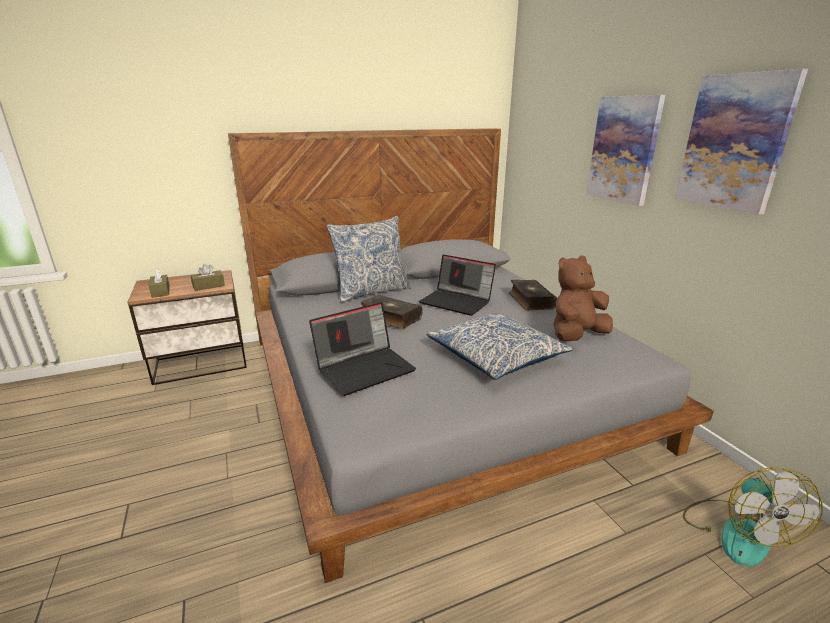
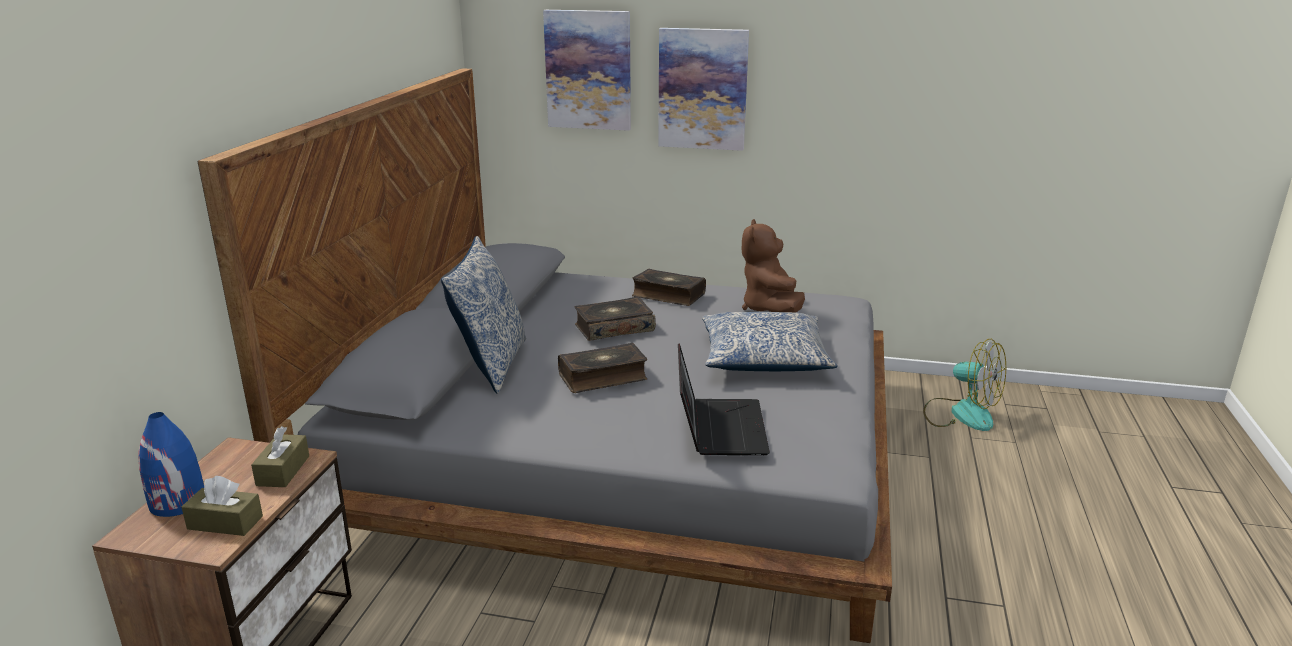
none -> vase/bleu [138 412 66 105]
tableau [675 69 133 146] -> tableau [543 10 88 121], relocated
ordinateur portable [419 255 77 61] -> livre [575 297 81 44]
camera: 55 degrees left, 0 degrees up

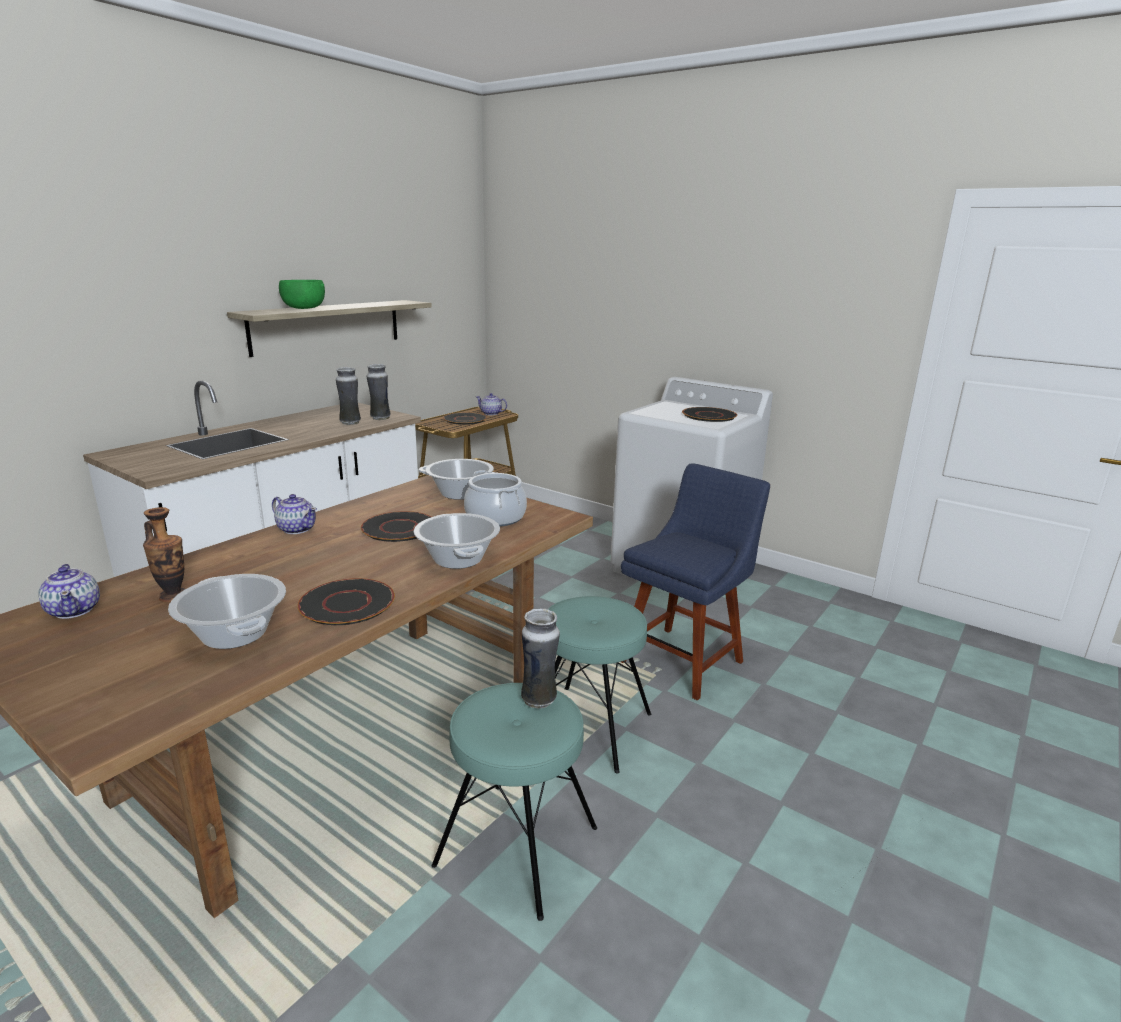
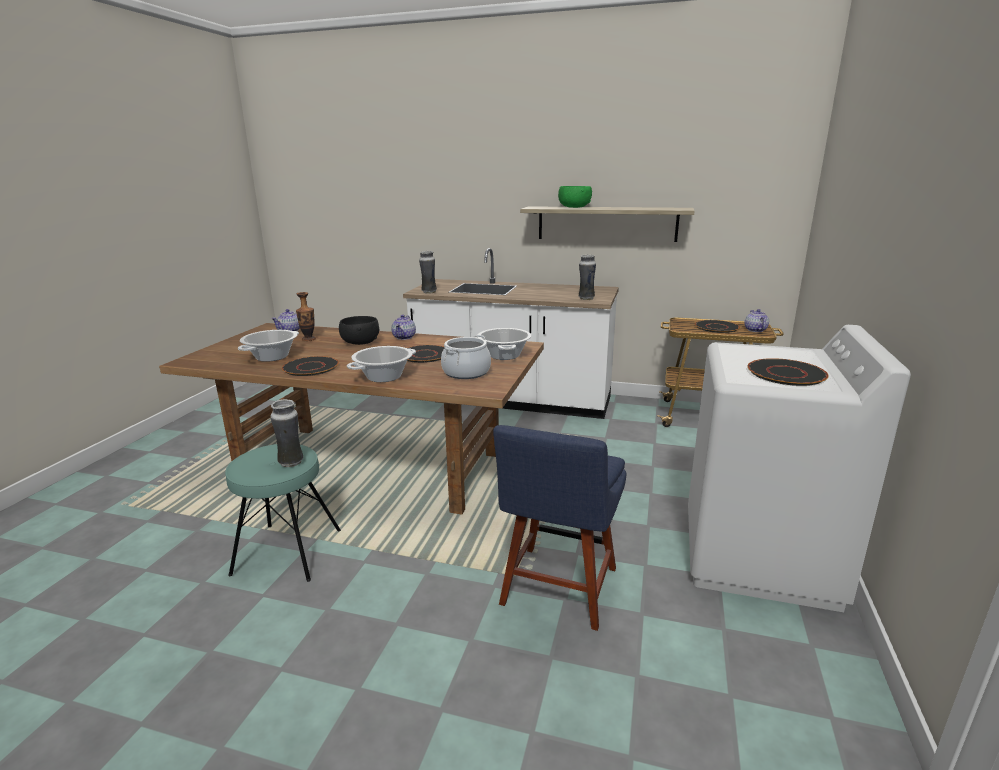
none -> bol/noir [339 316 40 29]
vase [336 367 25 58] -> vase [419 251 18 43], relocated
chaise/bleu [621 463 149 238] -> chaise/bleu [493 425 133 206], 90 degrees clockwise
tabouret/turquoise [548 596 103 178] -> none
camera: 70 degrees right, 0 degrees up

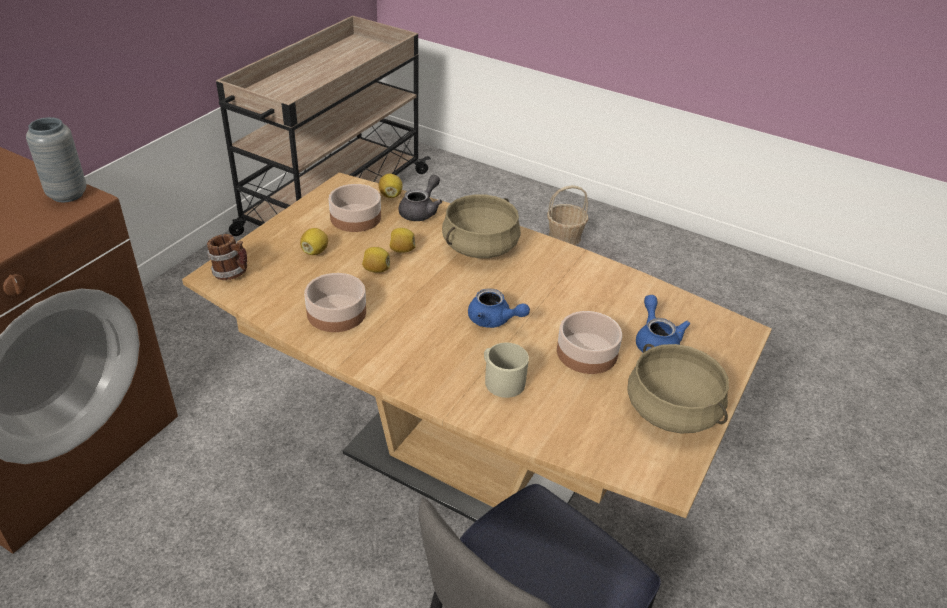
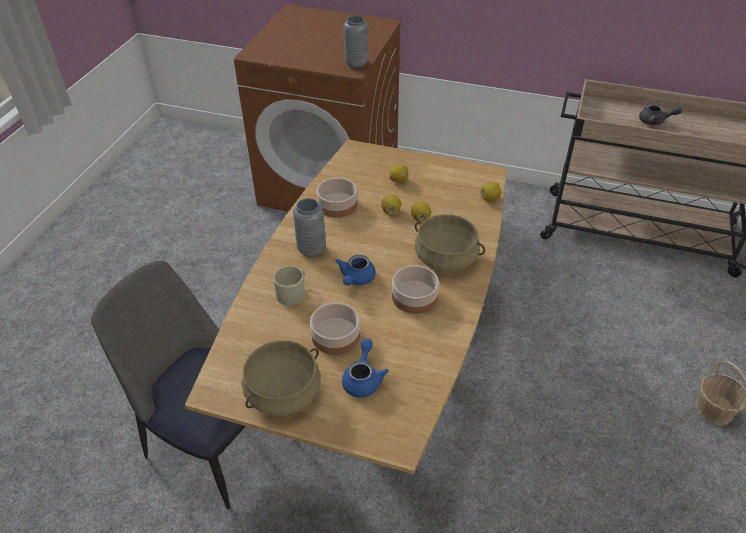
none -> vase/gris [293 198 33 59]
théière/bleu [636 295 54 57] -> théière/bleu [342 338 47 60], 60 degrees counterclockwise
bol [329 184 52 48] -> bol [392 265 47 49], relocated
théière/gris [398 175 44 46] -> théière/gris [639 103 43 22], relocated
mug [207 234 40 46] -> none
camera: 80 degrees right, 5 degrees up

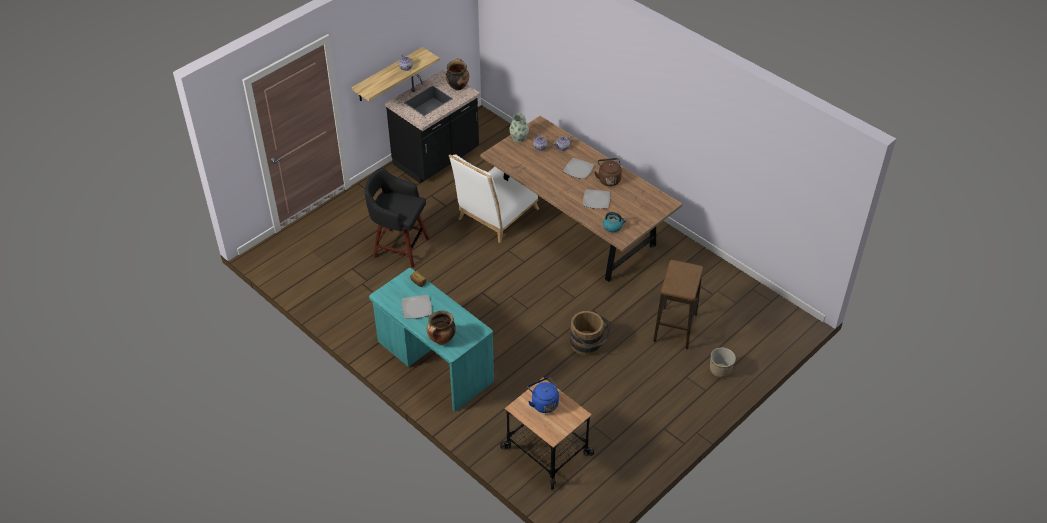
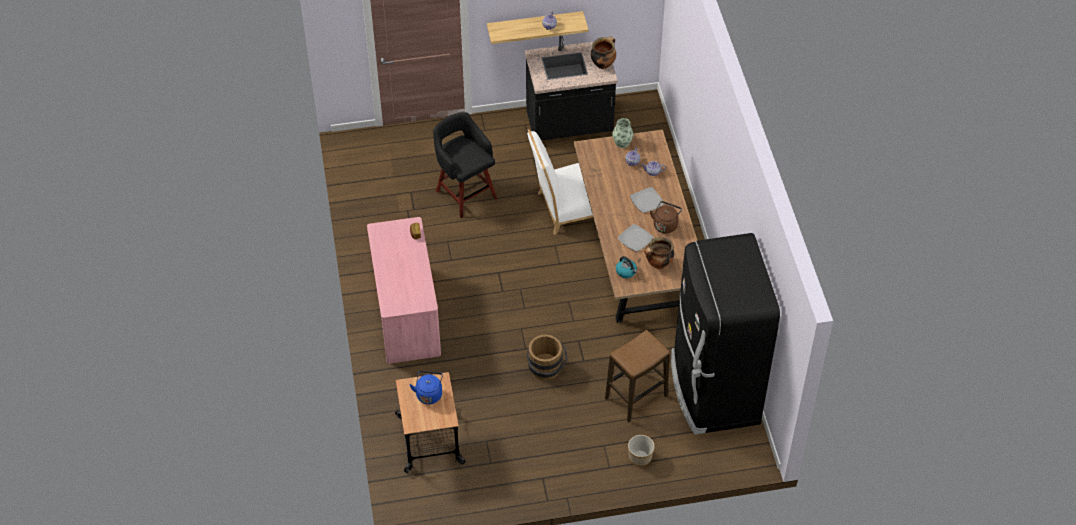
bureau/turquoise [369 268 125 143] -> bureau/rose [367 217 74 147]
marmite [427 310 29 35] -> marmite [644 237 30 32], relocated
none -> réfrigérateur/noir [671 233 109 202]
assiette [402 295 30 24] -> none
camera: 35 degrees right, 5 degrees up

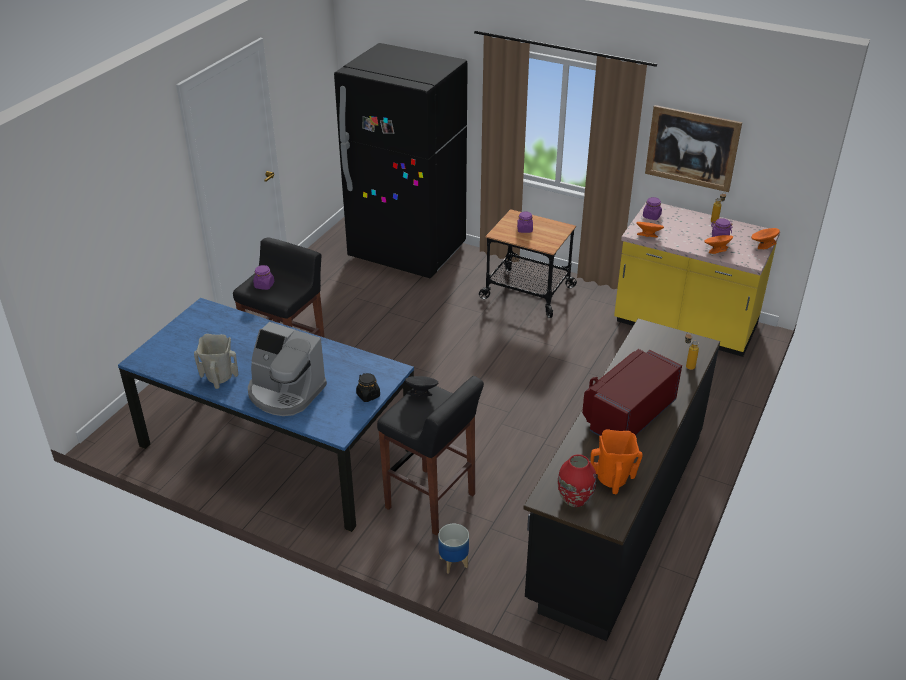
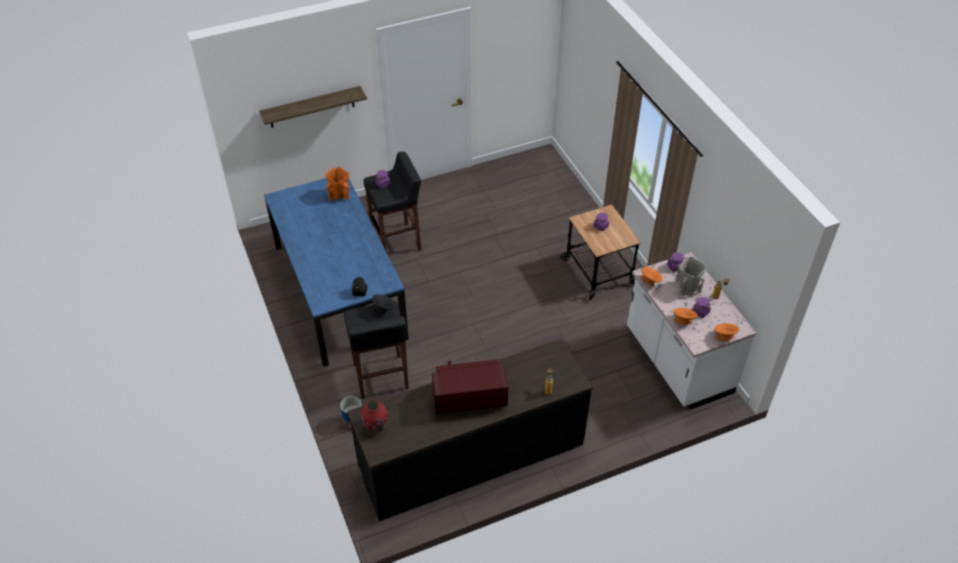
none -> étagère [259 86 108 42]
vase/orange [590 429 53 65] -> vase/orange [325 166 24 35], relocated
comptoir de cuisine/jaune [614 201 166 156] -> comptoir de cuisine/blanc [627 252 129 158]
vase/beige [194 334 44 55] -> vase/beige [676 256 31 39], relocated
machine à café [248 322 79 94] -> none
réfrigérateur/noir [334 43 134 236] -> none
tableau [645 105 97 87] -> none
camera: 40 degrees right, 10 degrees up

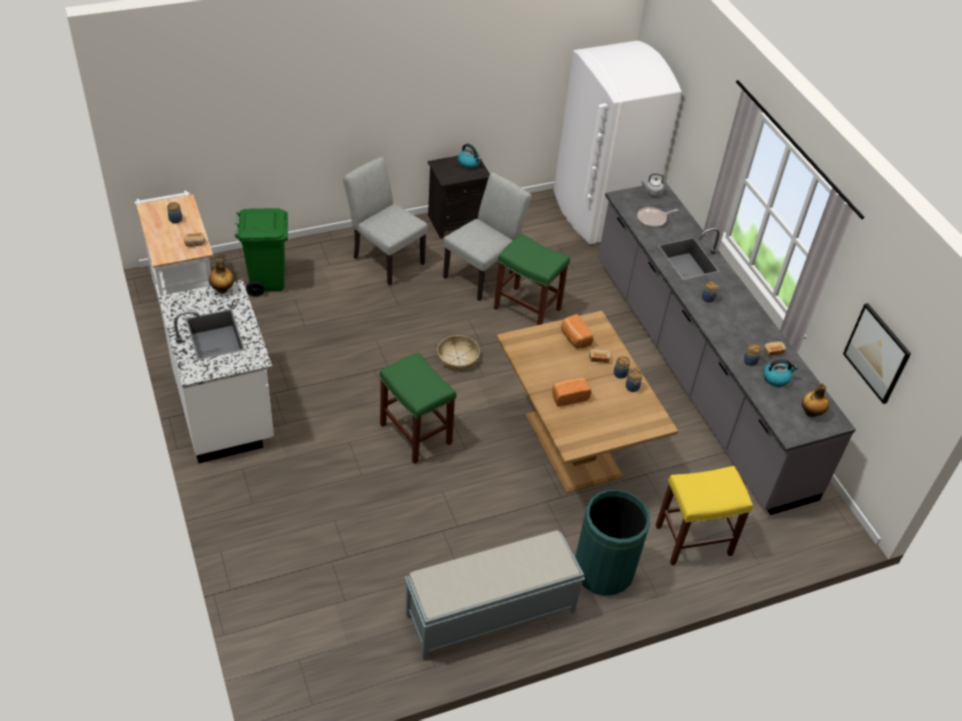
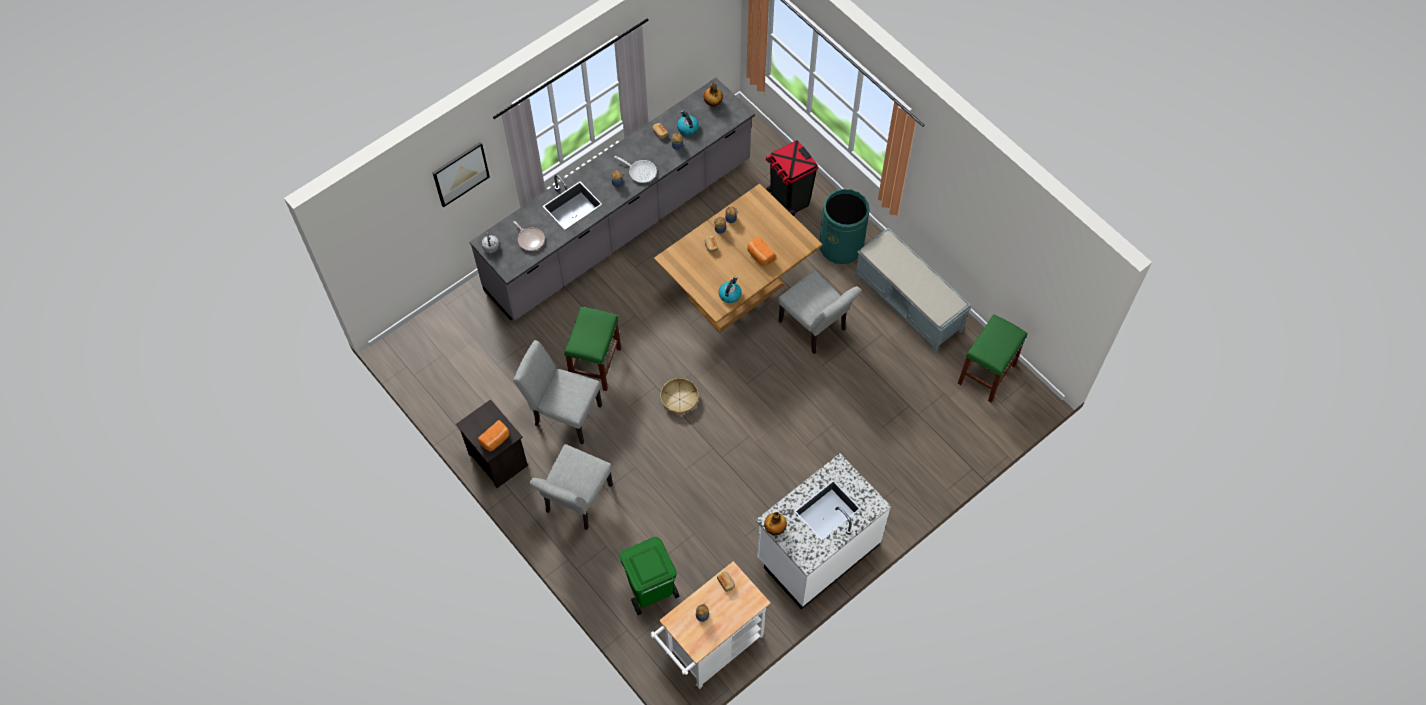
tableau [843 303 68 101] -> tableau [432 142 58 65], relocated
pain [561 314 32 35] -> pain [478 420 31 32], relocated
none -> poêle [615 156 42 27]
bouilloire [458 144 23 25] -> bouilloire [719 277 23 26], relocated
tabouret/jaune [656 466 97 100] -> poubelle/noir [765 140 53 76]
none -> chaise/gris [778 270 84 84]
tabouret/vert [379 352 77 112] -> tabouret/vert [958 314 70 89], relocated
réfrigérateur/blanc [554 41 127 203] -> none
camera: 105 degrees left, 15 degrees up

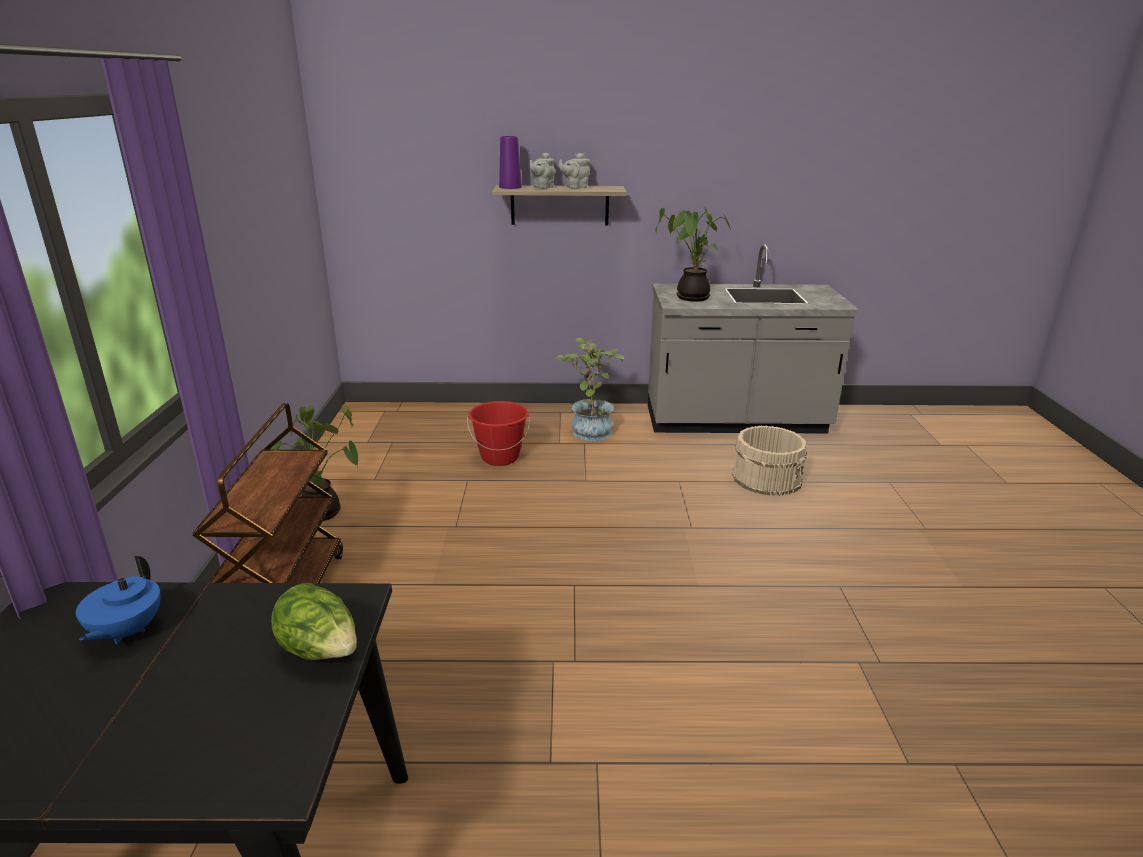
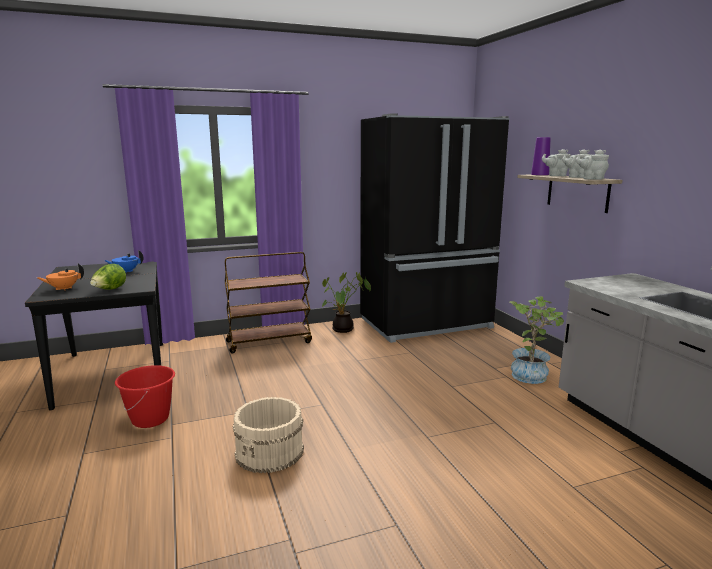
none -> théière/orange [38 263 46 27]
seau/rouge [467 401 63 65] -> seau/rouge [115 365 60 63], relocated
seau/beige [732 426 75 70] -> seau/beige [233 397 71 76], relocated
none -> réfrigérateur/noir [360 113 150 230]
none -> théière/gris [576 150 33 30]
plante en pot [655 206 76 96] -> none
camera: 70 degrees right, 10 degrees down

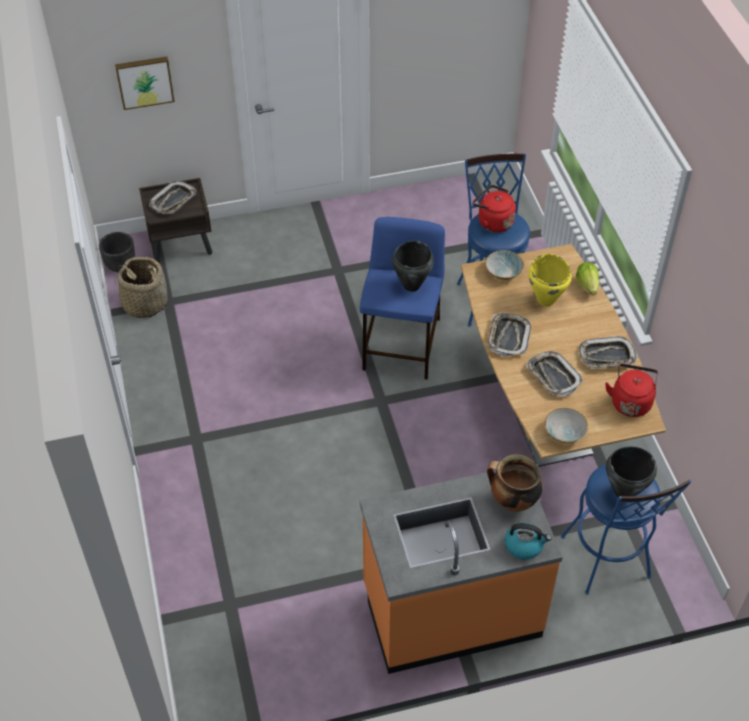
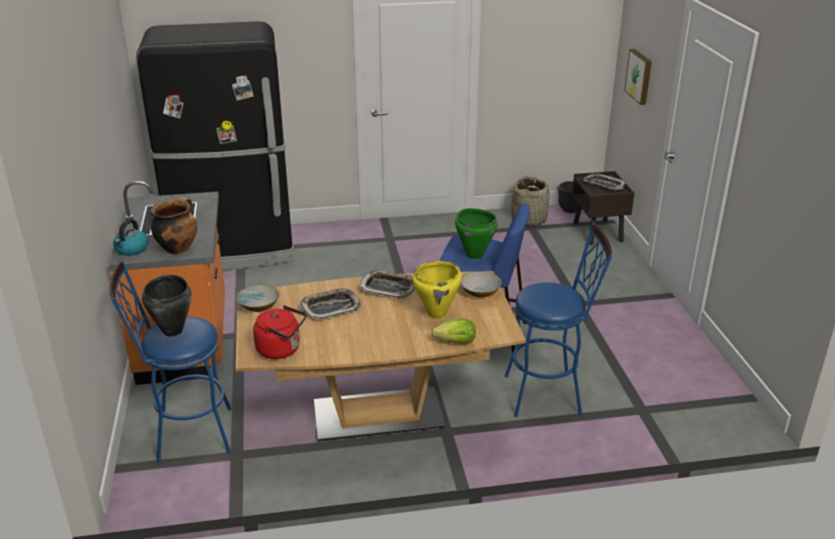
none -> réfrigérateur/noir [136 21 158 249]
marmite/noir [392 241 42 51] -> marmite/vert [455 208 43 51]
bouilloire/rouge [473 185 43 48] -> none
plateau [579 336 59 33] -> none
camera: 95 degrees right, 20 degrees down

